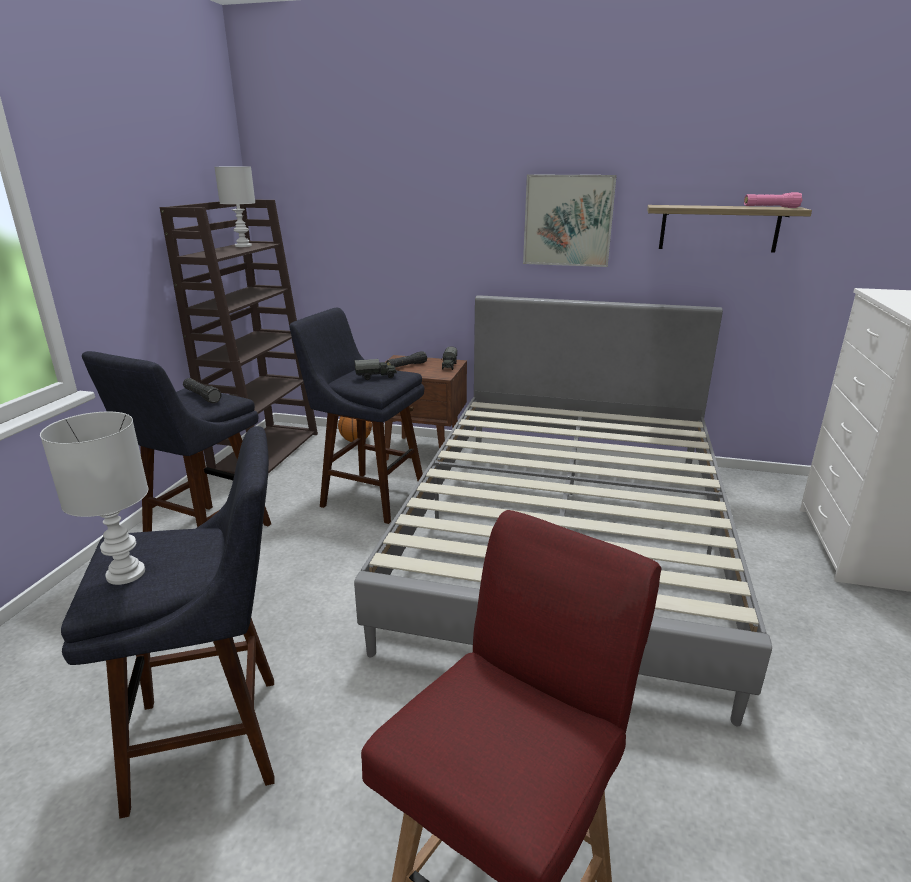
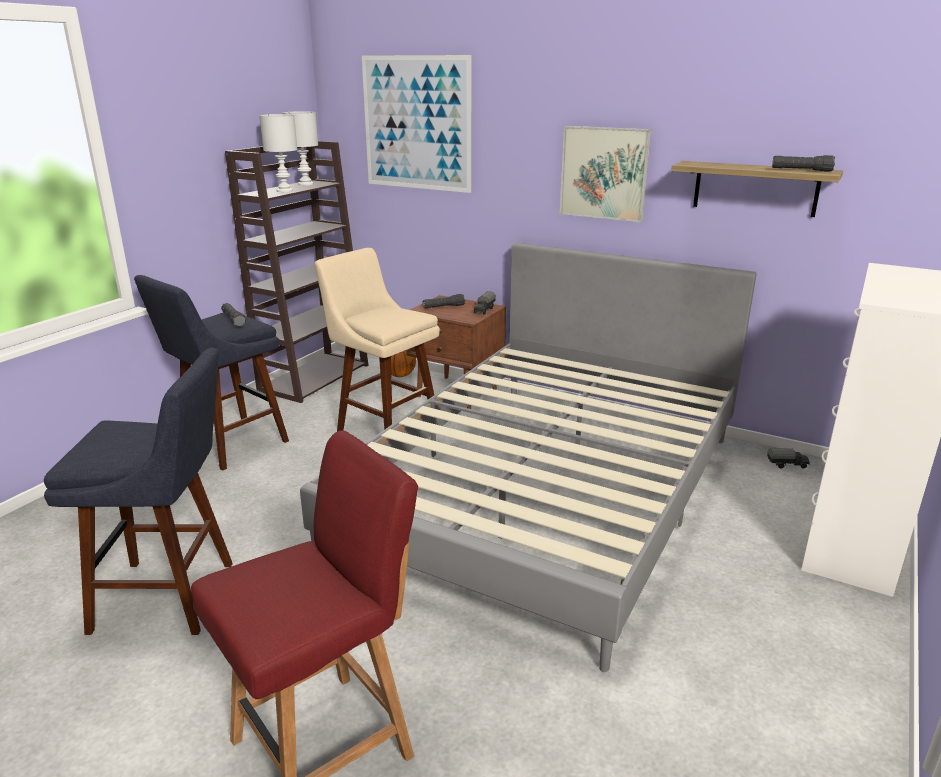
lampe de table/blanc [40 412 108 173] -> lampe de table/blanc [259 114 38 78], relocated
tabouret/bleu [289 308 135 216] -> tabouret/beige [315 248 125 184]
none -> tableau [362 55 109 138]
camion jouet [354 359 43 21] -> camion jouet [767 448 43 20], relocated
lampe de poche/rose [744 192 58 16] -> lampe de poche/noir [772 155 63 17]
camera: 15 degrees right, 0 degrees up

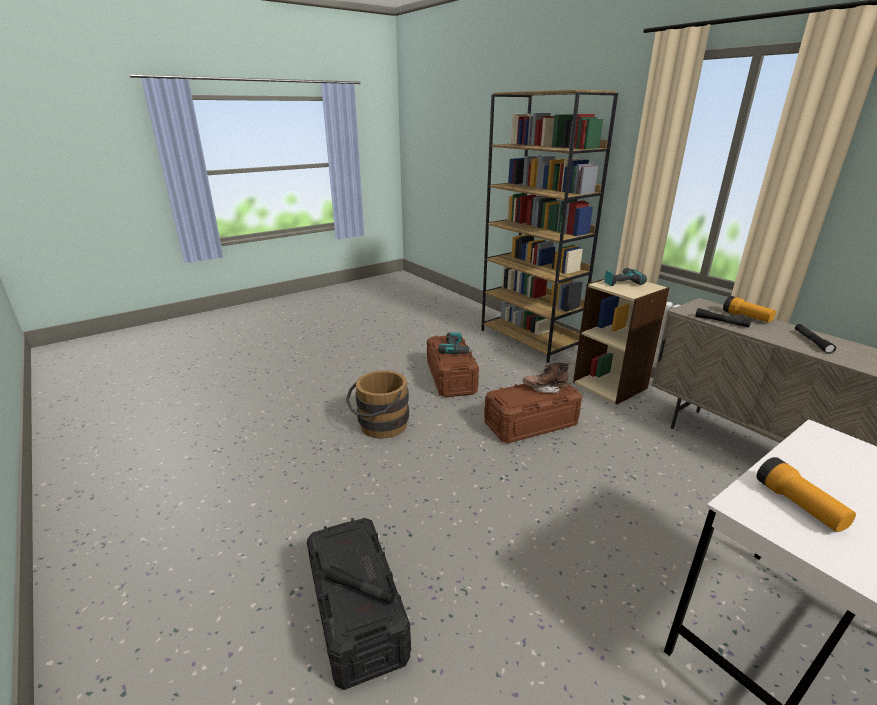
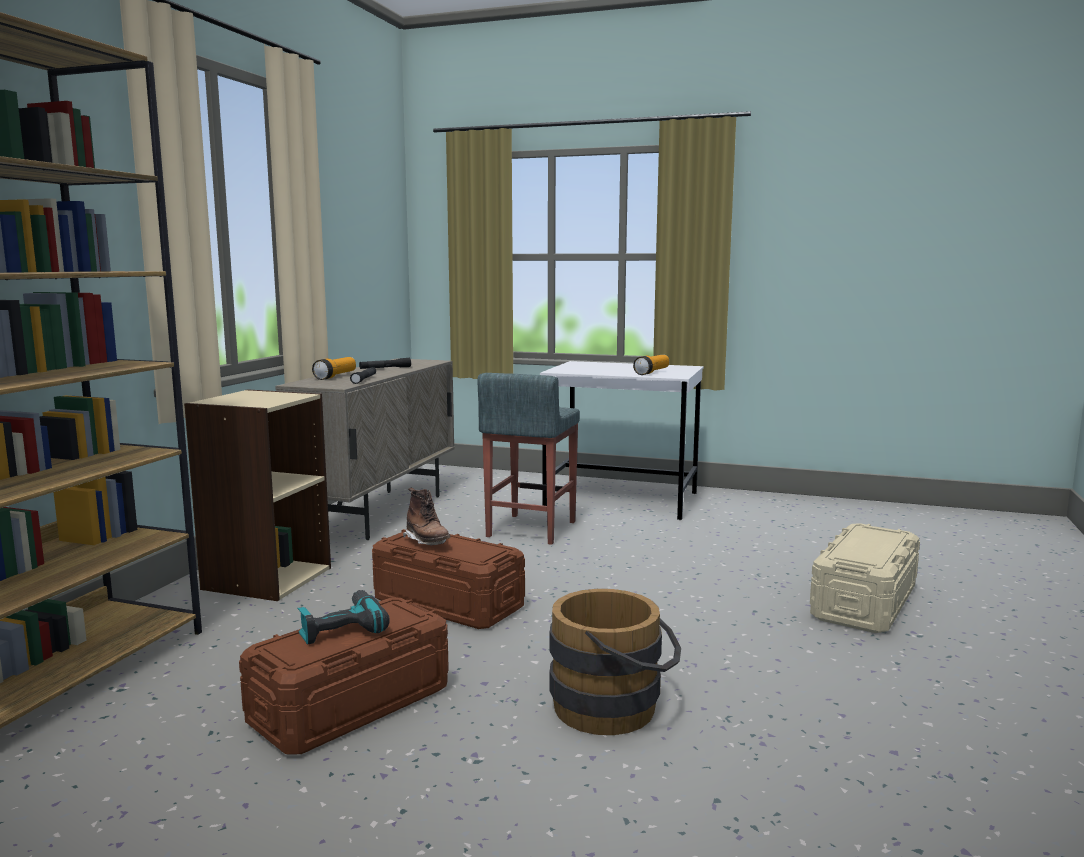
none -> tabouret/gris [477 373 103 172]
boîte de rangement/noir [307 518 104 172] -> boîte de rangement/beige [810 523 110 110]
lampe de poche/noir [325 566 70 38] -> none
perceuse [603 268 44 18] -> none
camera: 125 degrees left, 15 degrees down

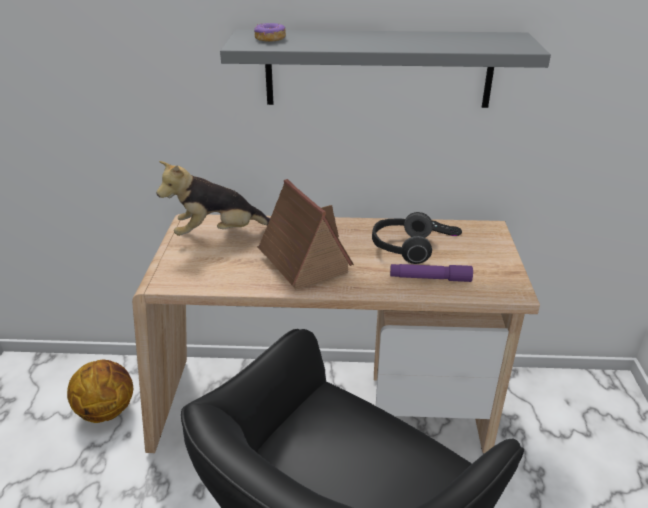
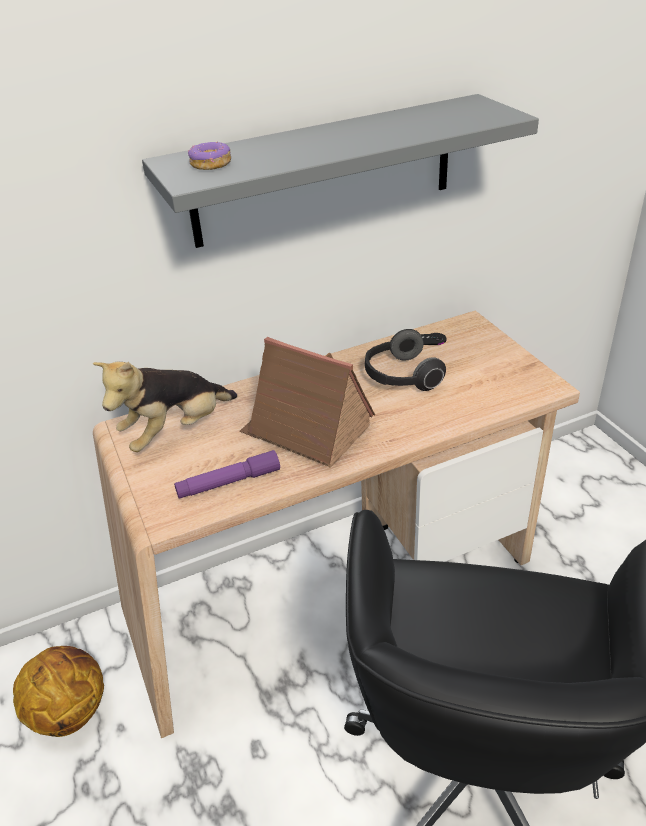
lampe de poche/violet [390 264 83 18] -> lampe de poche/violet [174 450 106 49], relocated
camera: 25 degrees left, 5 degrees up

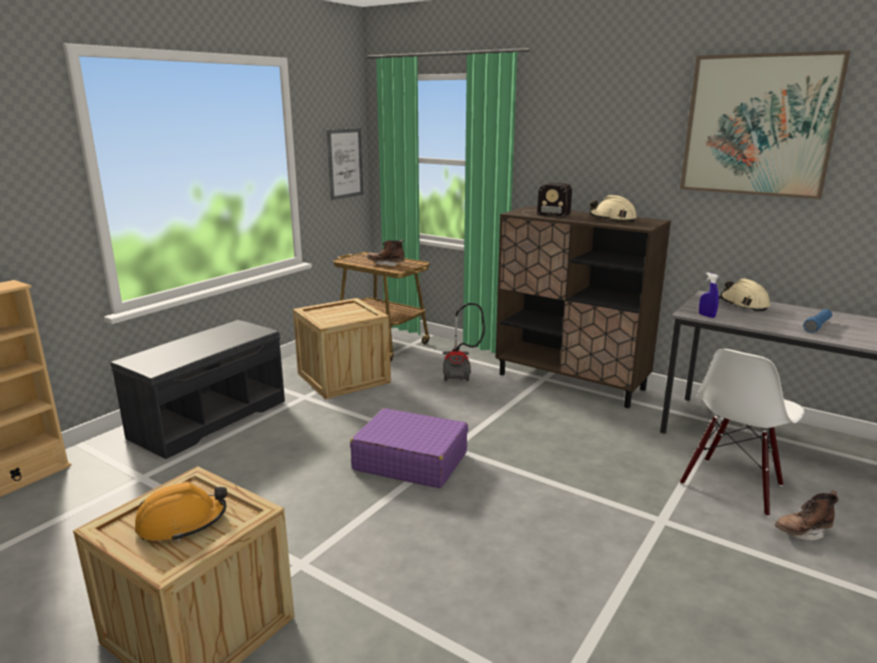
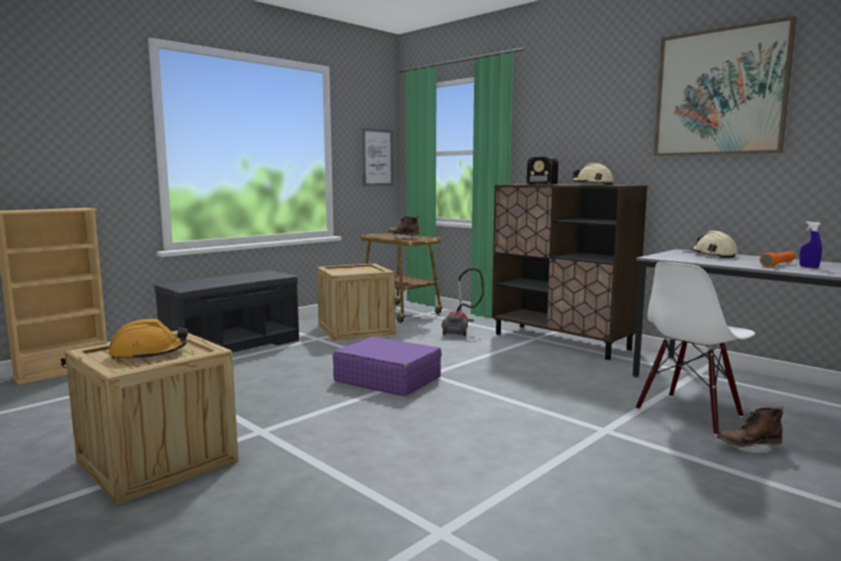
lampe de poche/bleu [803 309 29 24] -> lampe de poche/orange [760 251 35 16]
vaporisateur/bleu [699 272 20 46] -> vaporisateur/bleu [799 221 23 47], relocated
camera: 10 degrees right, 10 degrees down

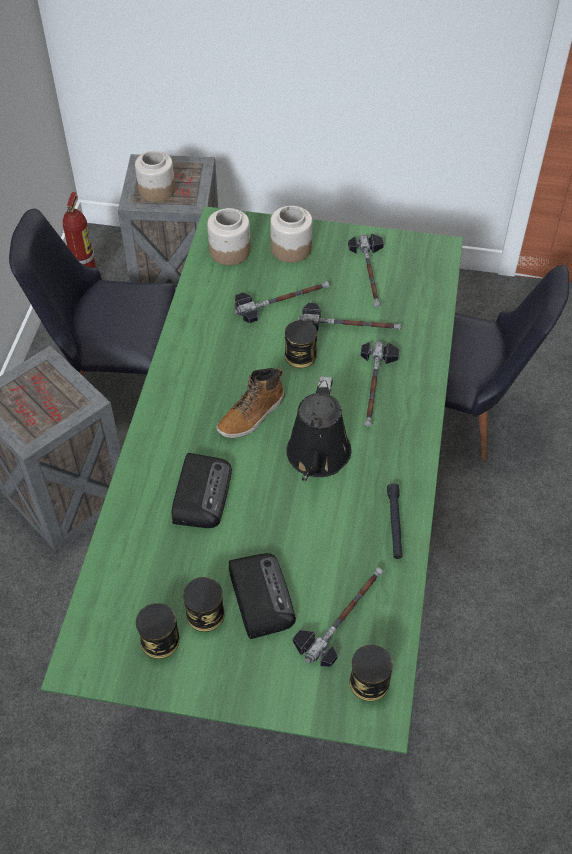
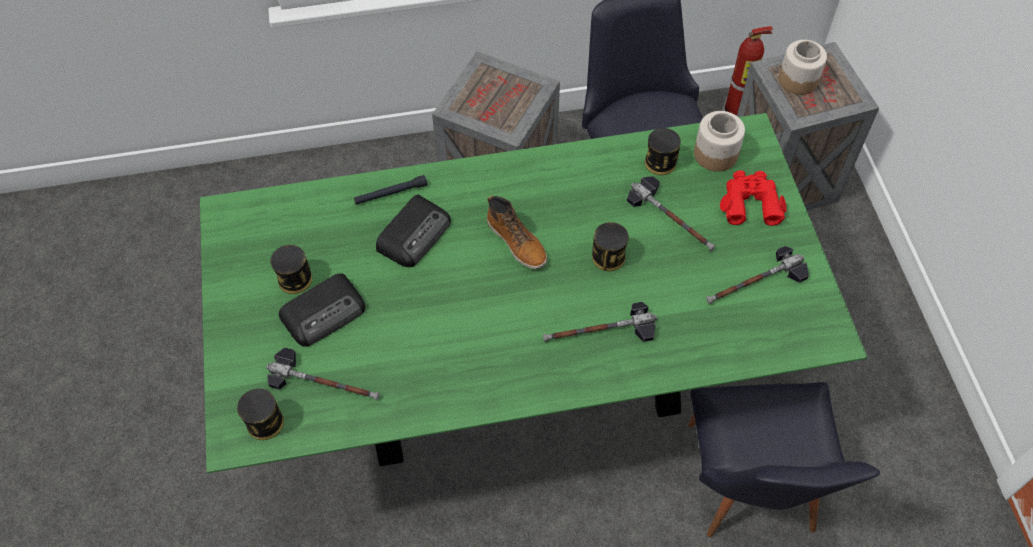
lampe de poche/noir [387 483 16 76] -> lampe de poche/noir [354 175 73 29], relocated
radio [172 453 60 75] -> radio [376 195 75 72], 45 degrees counterclockwise
botte [217 368 68 70] -> botte [487 196 60 73], 150 degrees counterclockwise
boîte métallique [136 603 44 56] -> boîte métallique [645 128 36 47], relocated
bocal [270 206 42 57] -> jumelles/rouge [720 170 67 56]
arrosoir/noir [287 376 65 105] -> none
marteau [298 303 104 28] -> none
camera: 70 degrees right, 5 degrees up

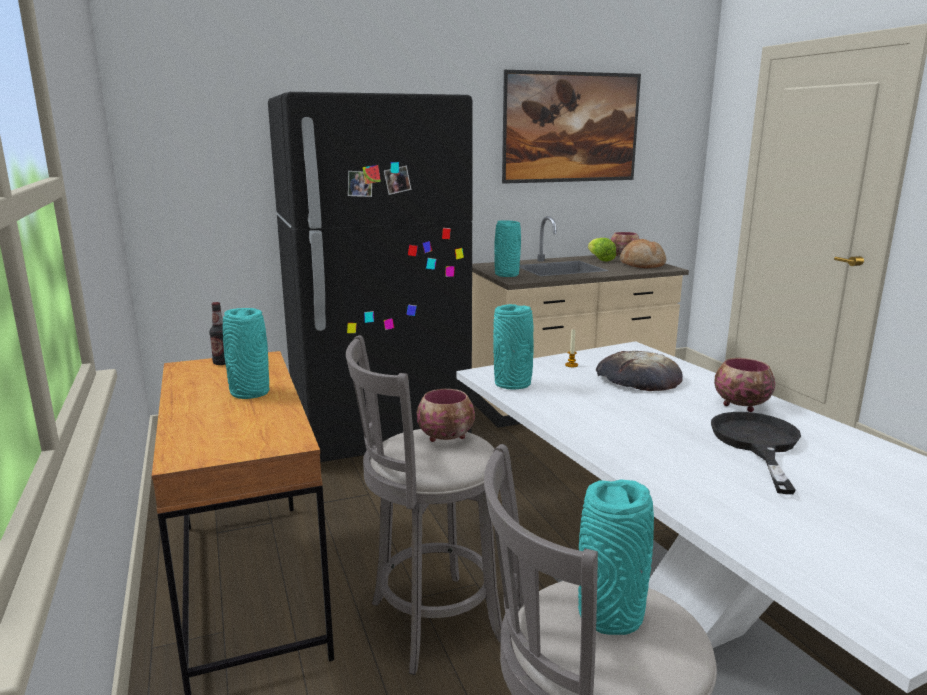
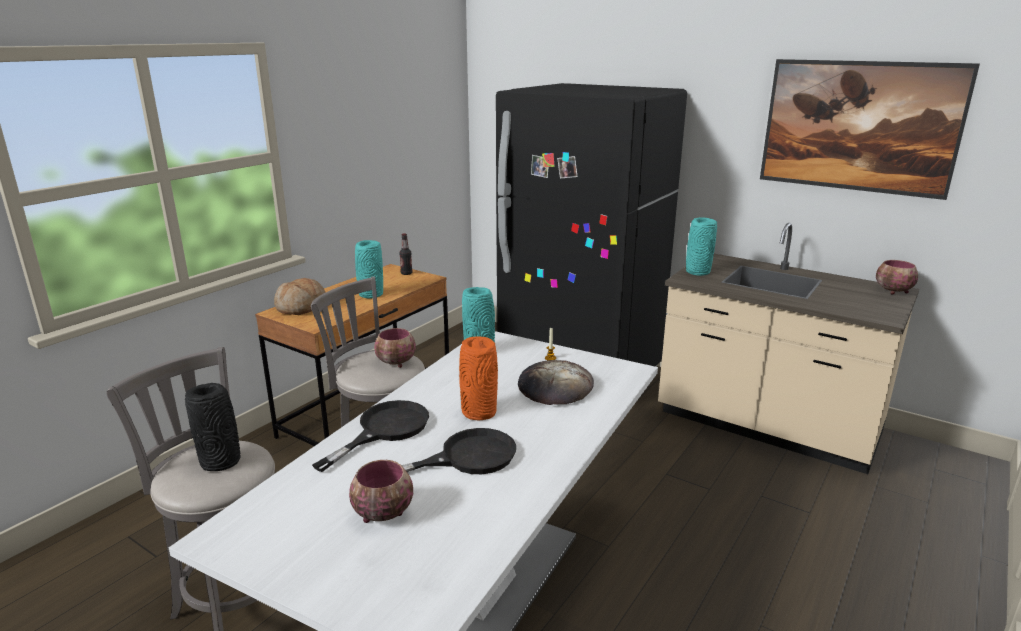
vase/turquoise [578 479 76 156] -> vase/noir [185 383 55 88]
pain [620 239 46 29] -> pain [274 278 52 37], relocated
none -> poêle/noir [312 400 117 72]
bol [714 358 61 54] -> bol [349 460 64 63], relocated
none -> vase/orange [459 337 39 83]
laitue [588 238 28 24] -> none
camera: 55 degrees right, 5 degrees up

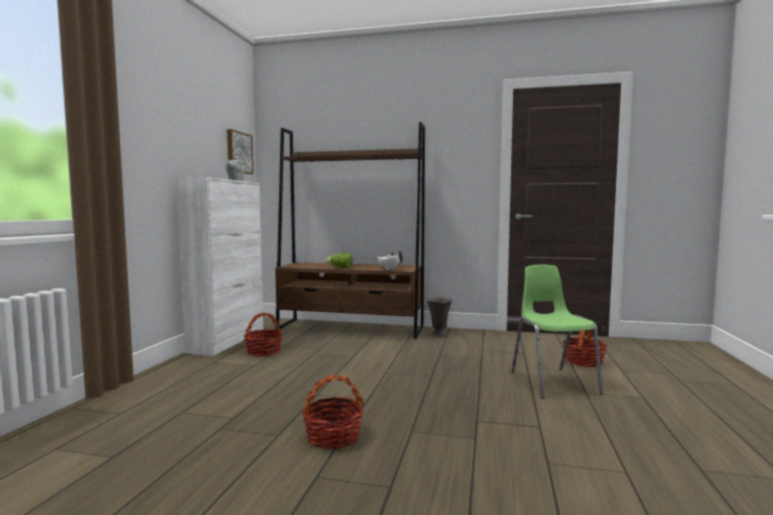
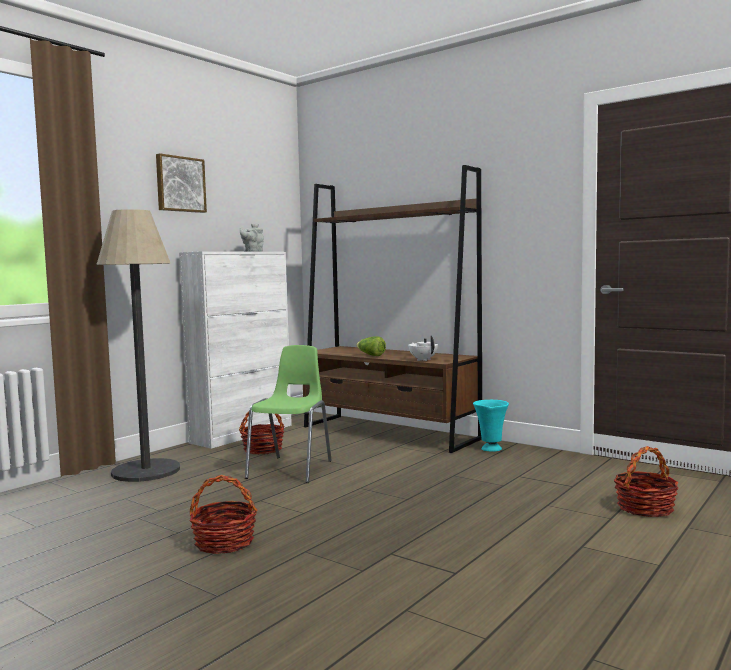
none -> lampadaire [96 209 84 273]
tableau [227 129 26 45] -> tableau [156 153 51 60], relocated
chaise/vert [511 265 92 133] -> chaise/vert [245 345 87 138], relocated
vase/gris [426 297 26 38] -> vase/turquoise [473 400 36 52]
camera: 25 degrees right, 0 degrees up

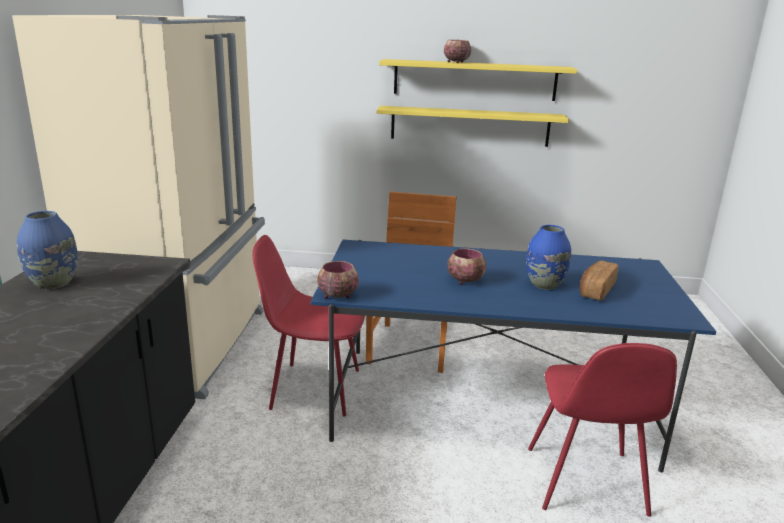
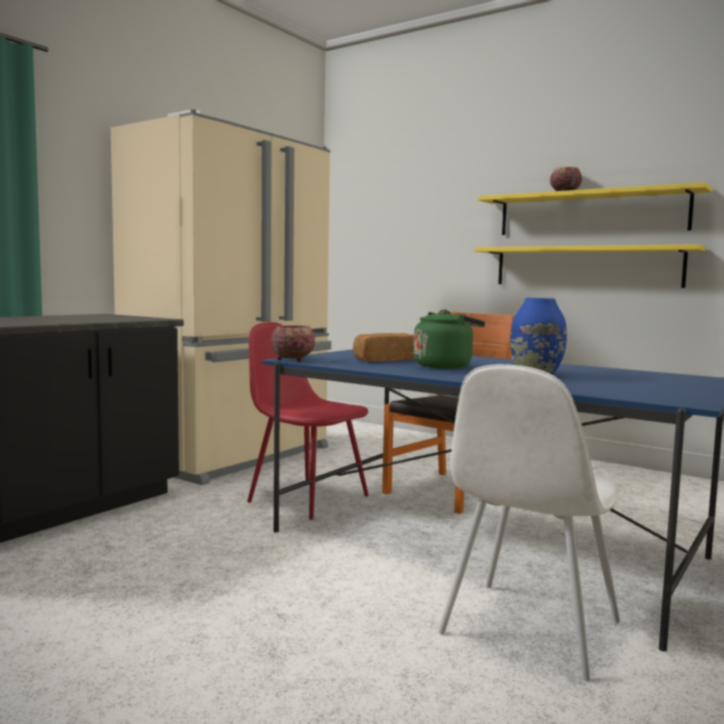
pain [580 260 38 41] -> pain [353 333 62 29], relocated
bol [447 249 39 36] -> bouilloire/vert [414 310 71 59]
chaise/rouge [528 343 149 174] -> chaise/blanc [438 364 182 317]
vase/bleu [17 211 61 78] -> none
camera: 30 degrees right, 15 degrees down

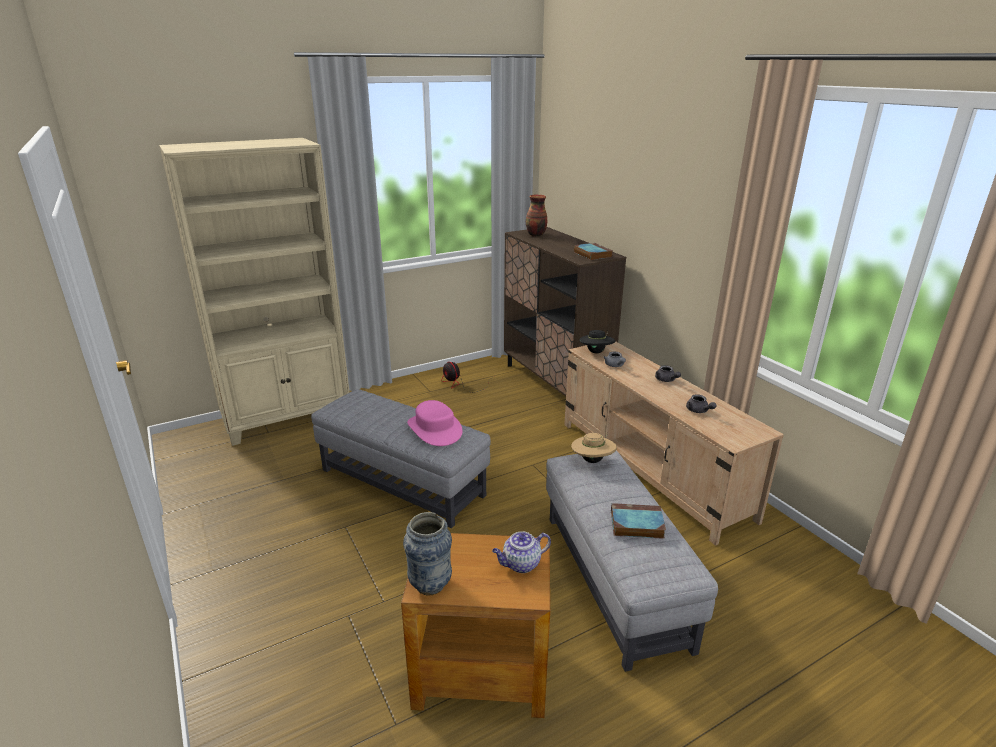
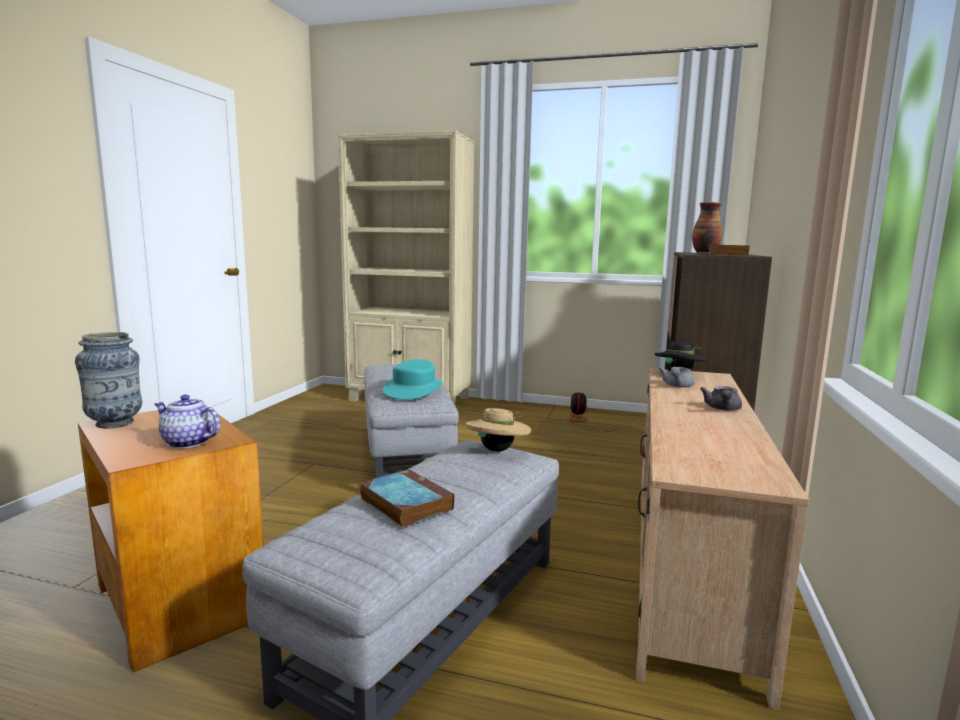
chapeau/rose [407 400 55 46] -> chapeau/turquoise [383 359 60 41]
théière/gris [686 394 31 19] -> none
camera: 45 degrees right, 15 degrees down

